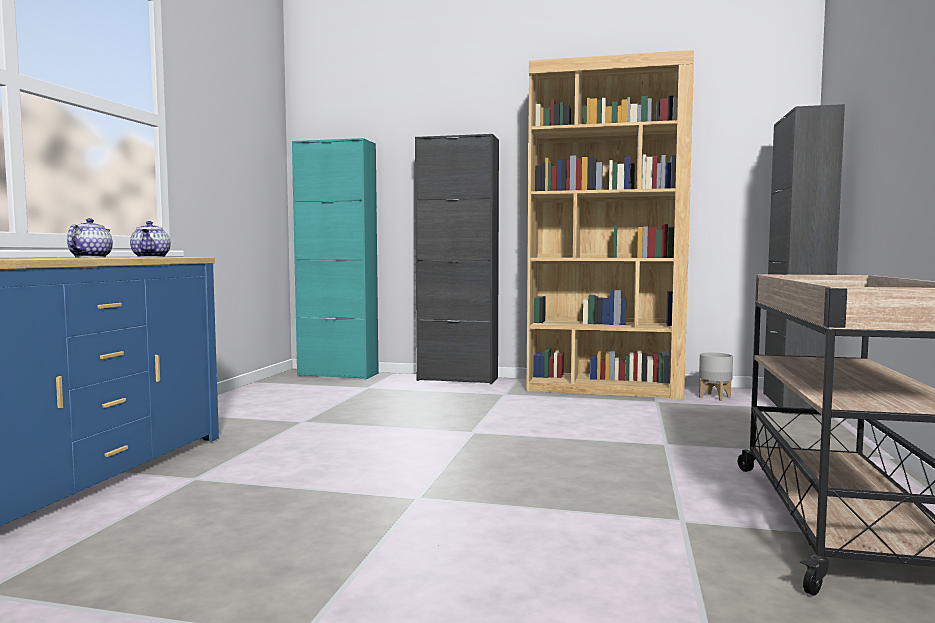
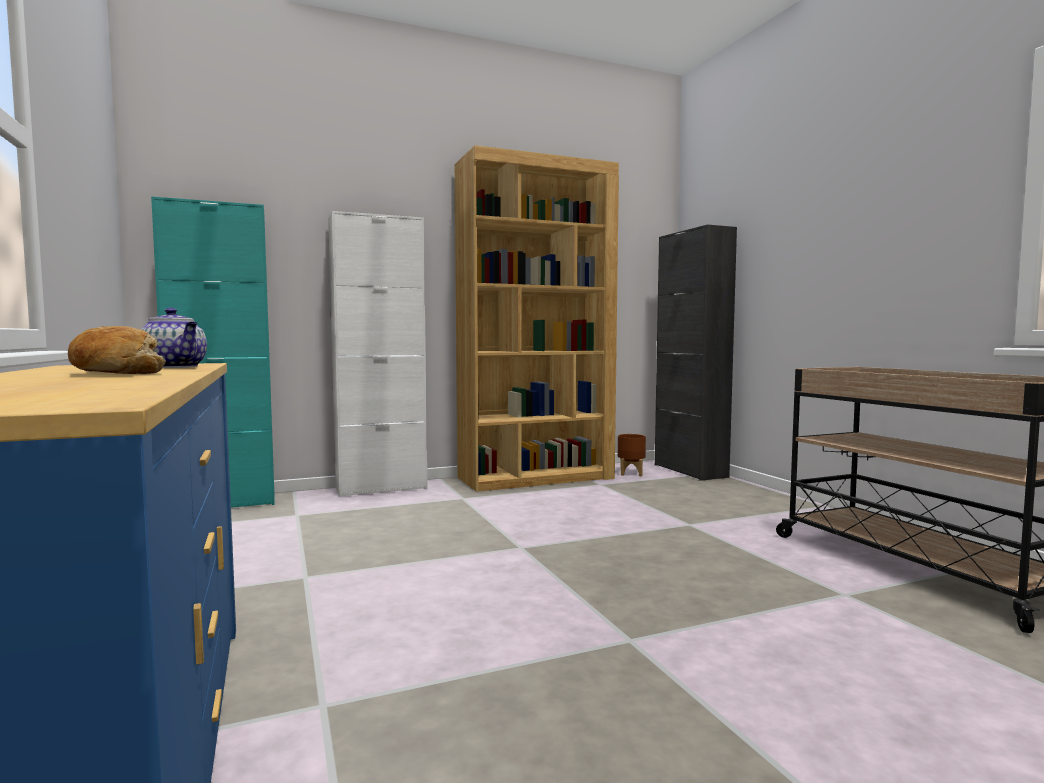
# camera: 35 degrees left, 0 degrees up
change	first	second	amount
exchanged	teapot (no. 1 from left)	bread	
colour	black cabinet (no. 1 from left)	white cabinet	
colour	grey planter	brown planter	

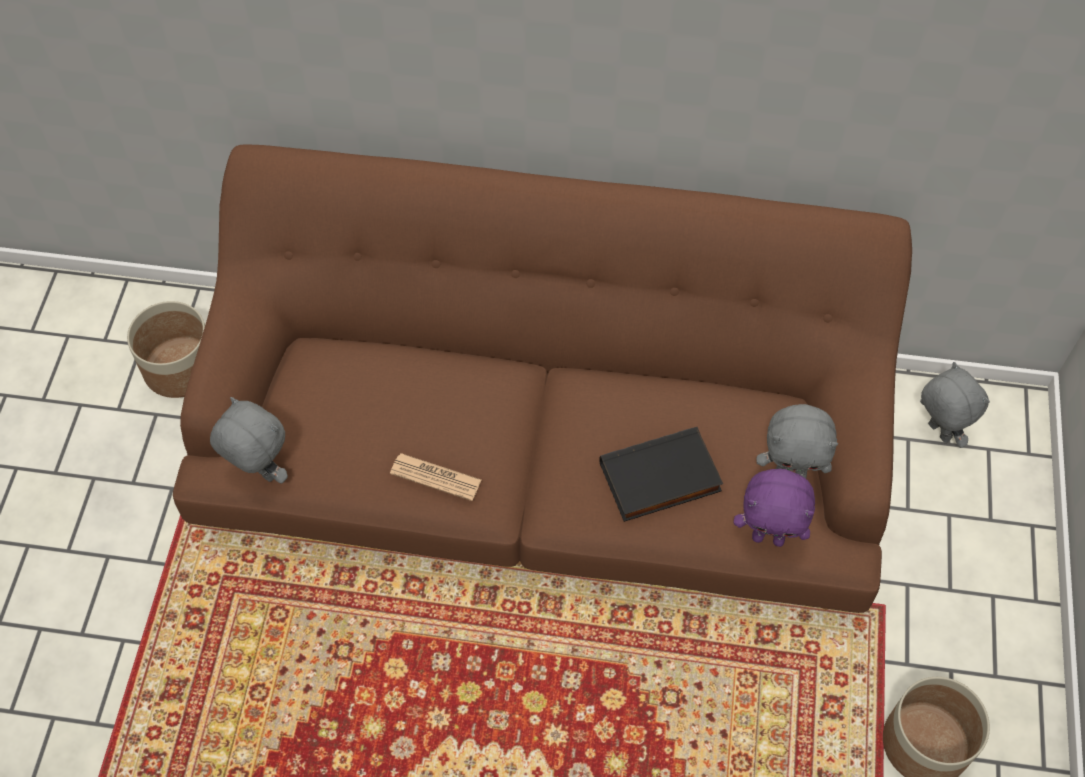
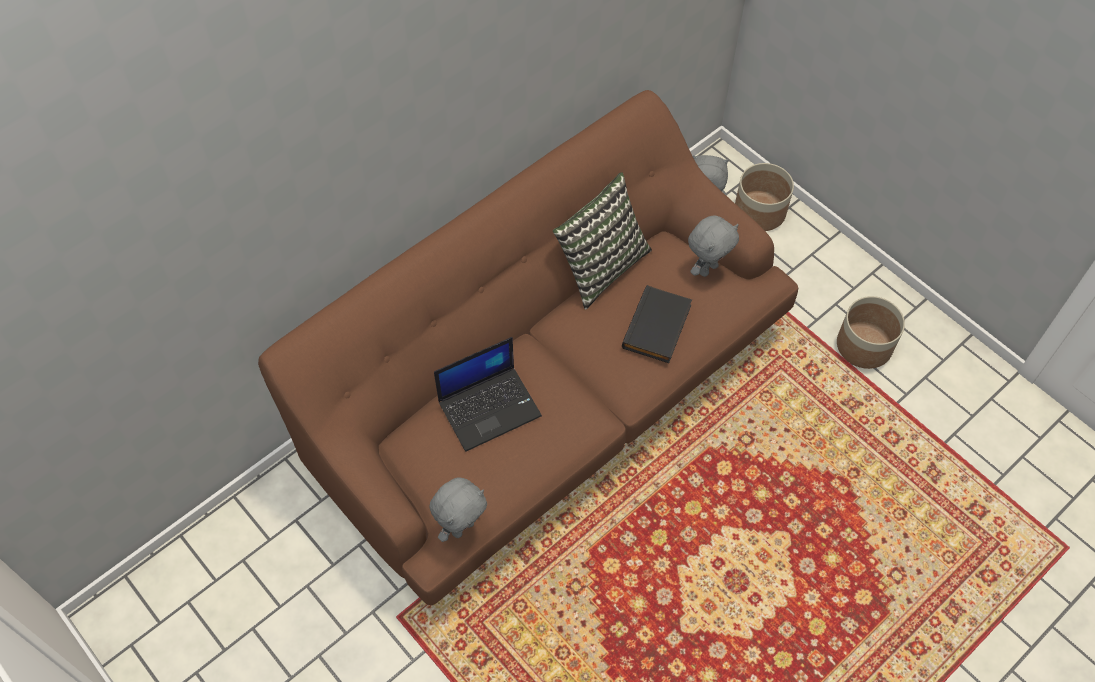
# camera: 50 degrees left, 0 degrees up
change	first	second	amount
missing	newspaper		
missing	purple plush toy		
appeared		laptop	
appeared		pillow	
relocated	planter (no. 1 from left)		
spun	grey plush toy (no. 1 from left)		150 degrees clockwise

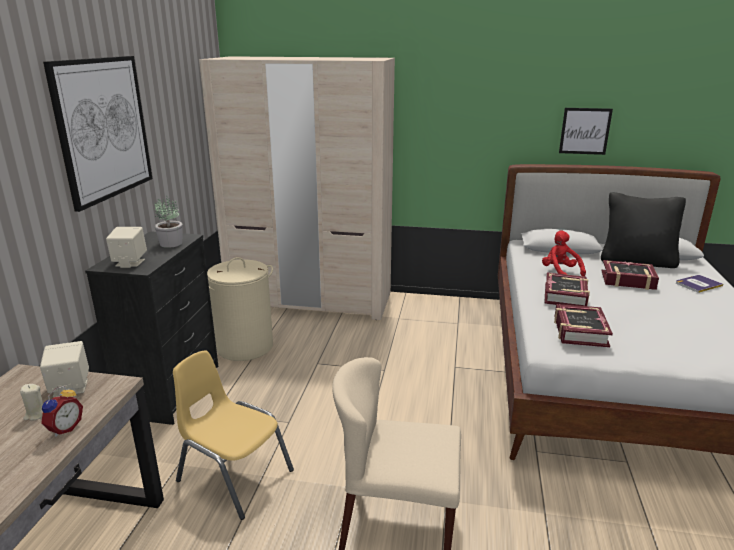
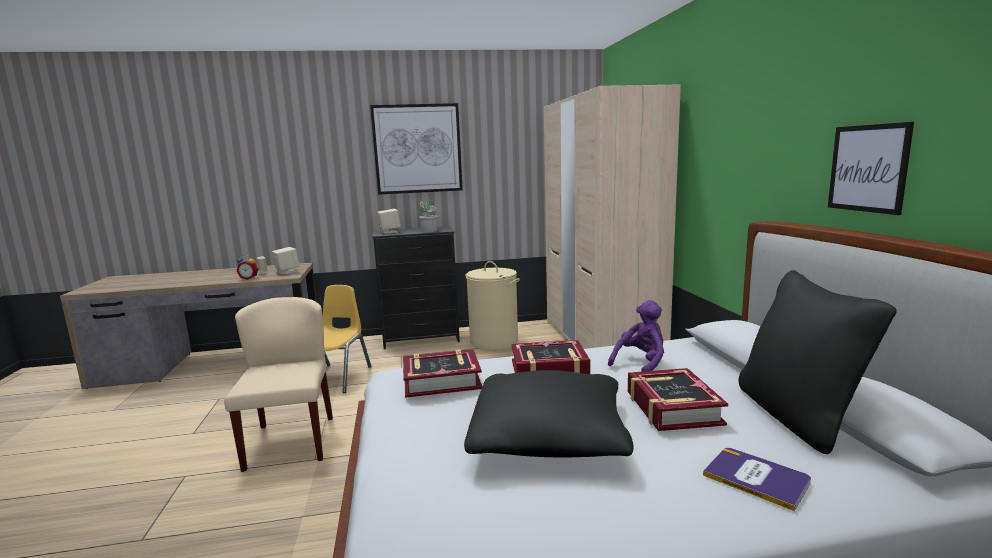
# camera: 70 degrees right, 10 degrees down
change	first	second	amount
appeared		black pillow (no. 1 from left)	
colour	red plush toy	purple plush toy	

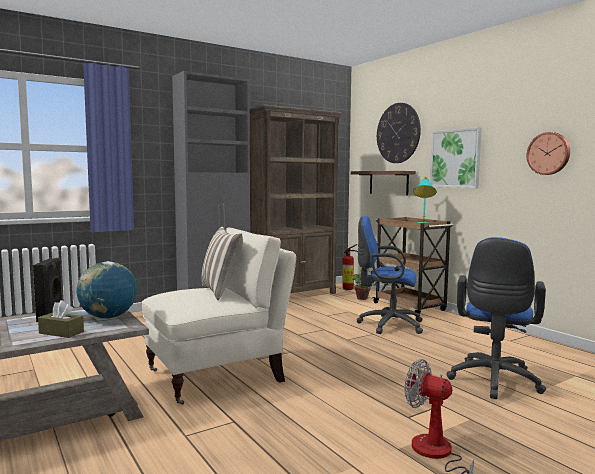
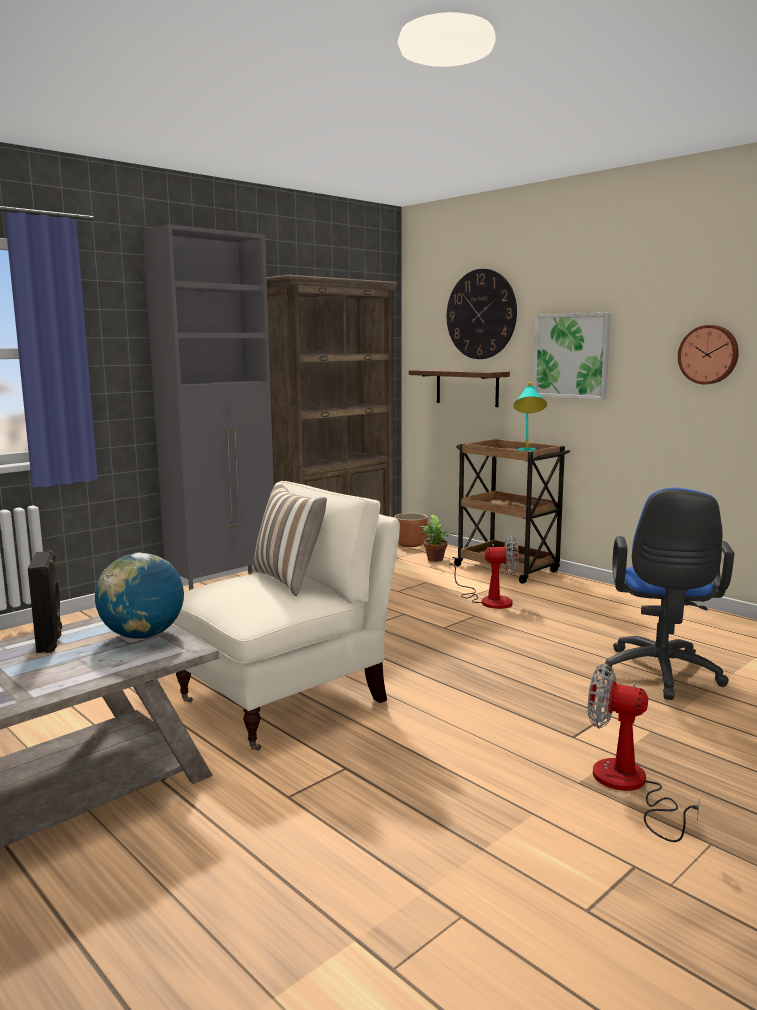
# camera: 10 degrees left, 5 degrees up
change	first	second	amount
missing	brown tissue box		
exchanged	fire extinguisher	brown planter	
exchanged	blue office chair (no. 1 from left)	fan (no. 1 from left)	

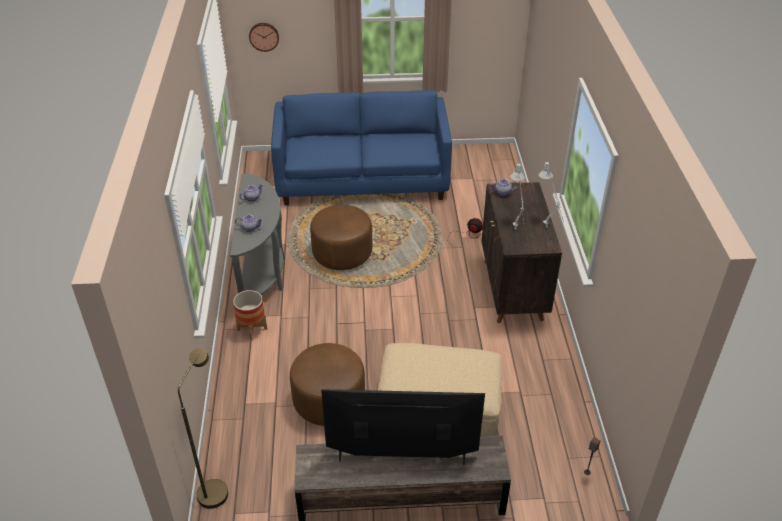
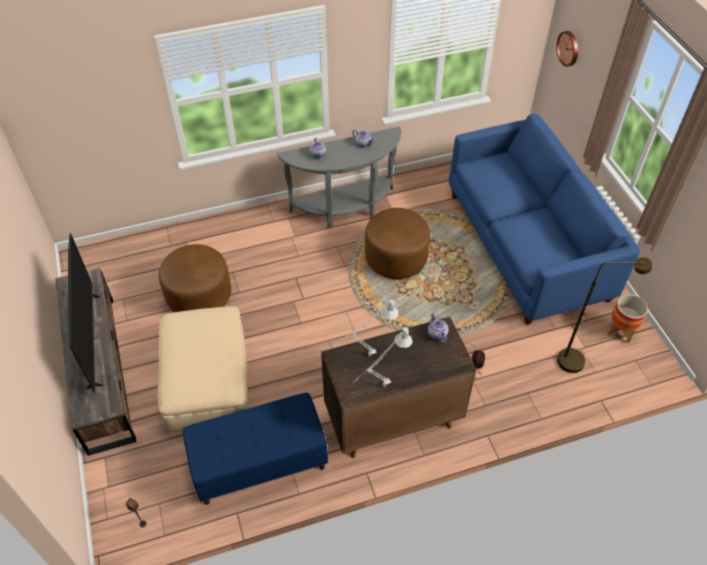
# camera: 75 degrees right, 10 degrees up
change	first	second	amount
appeared		blue bench	
relocated	brown floor lamp		
relocated	planter		

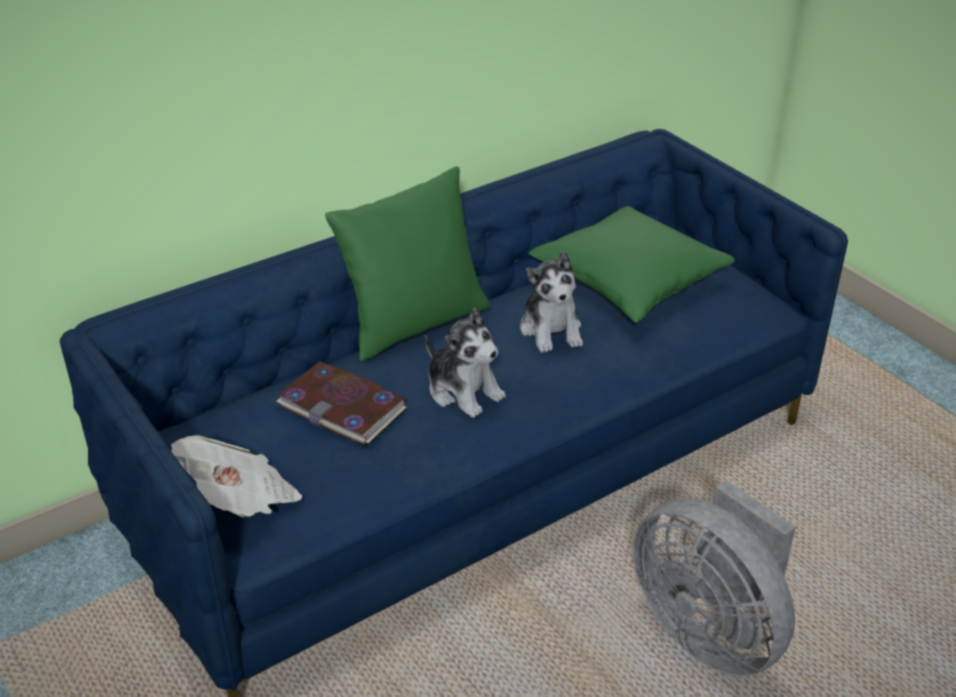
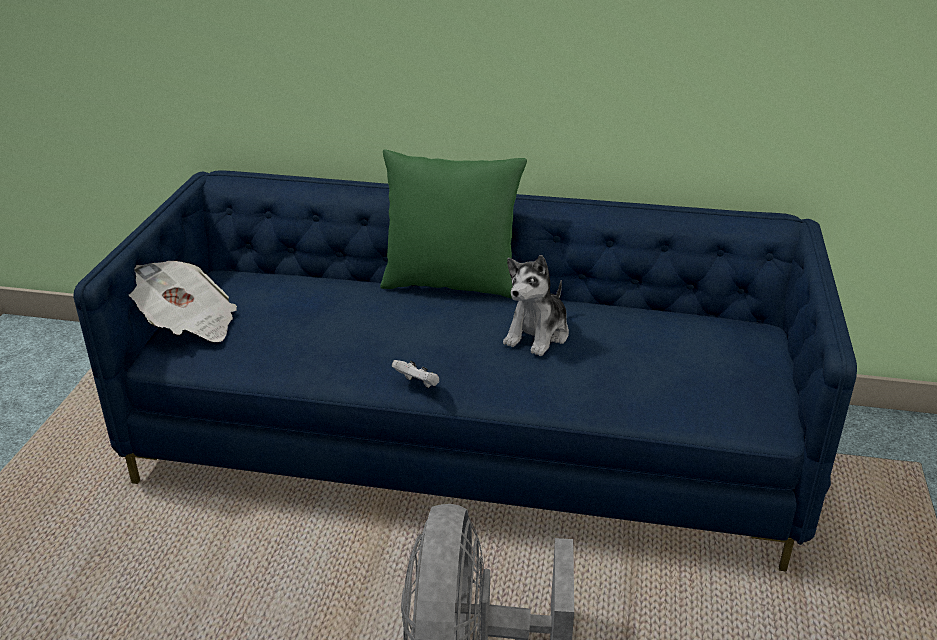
# camera: 45 degrees right, 5 degrees down
change	first	second	amount
missing	book		
missing	plush toy (no. 1 from left)		
missing	green pillow (no. 2 from left)		
appeared		white game controller	

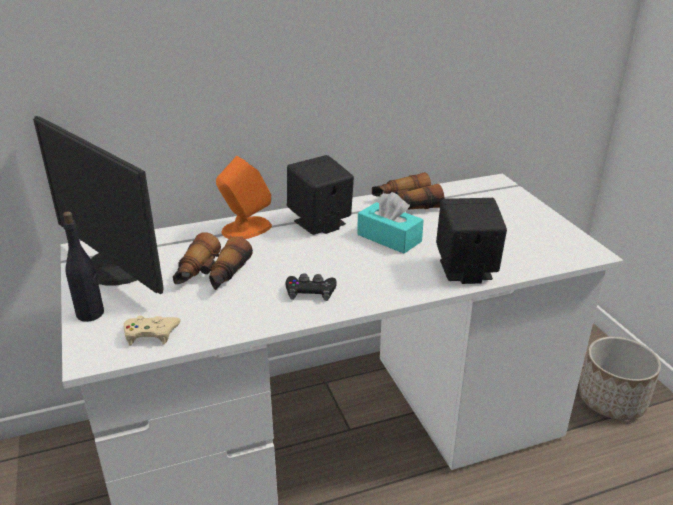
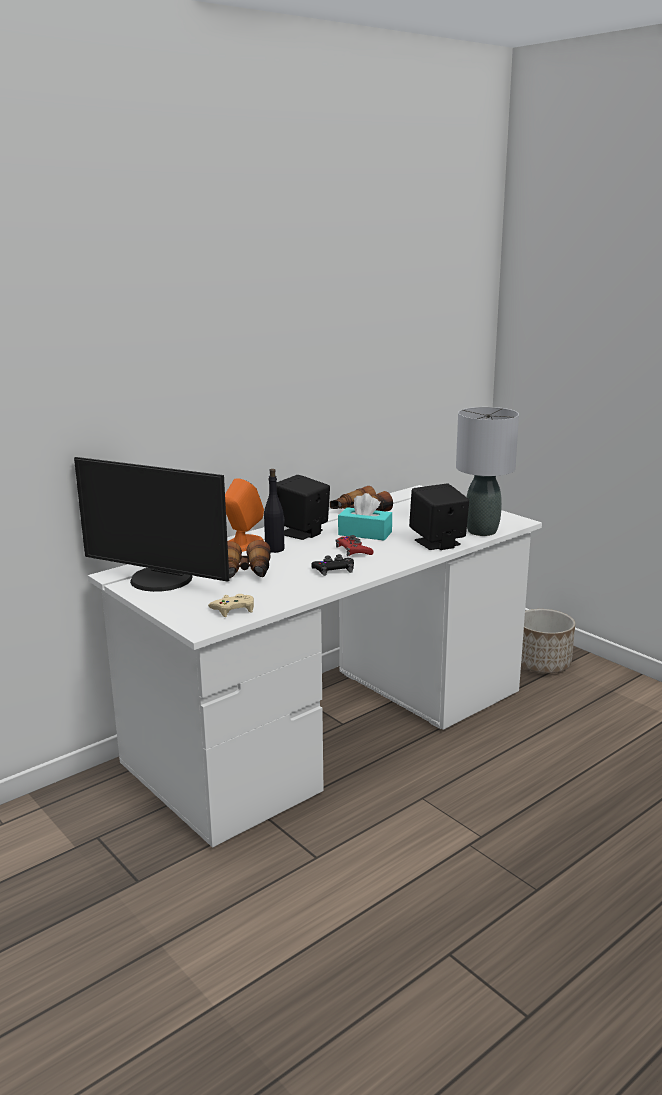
# camera: 20 degrees left, 10 degrees down
change	first	second	amount
appeared		red game controller	
appeared		grey table lamp	
relocated	black bottle		

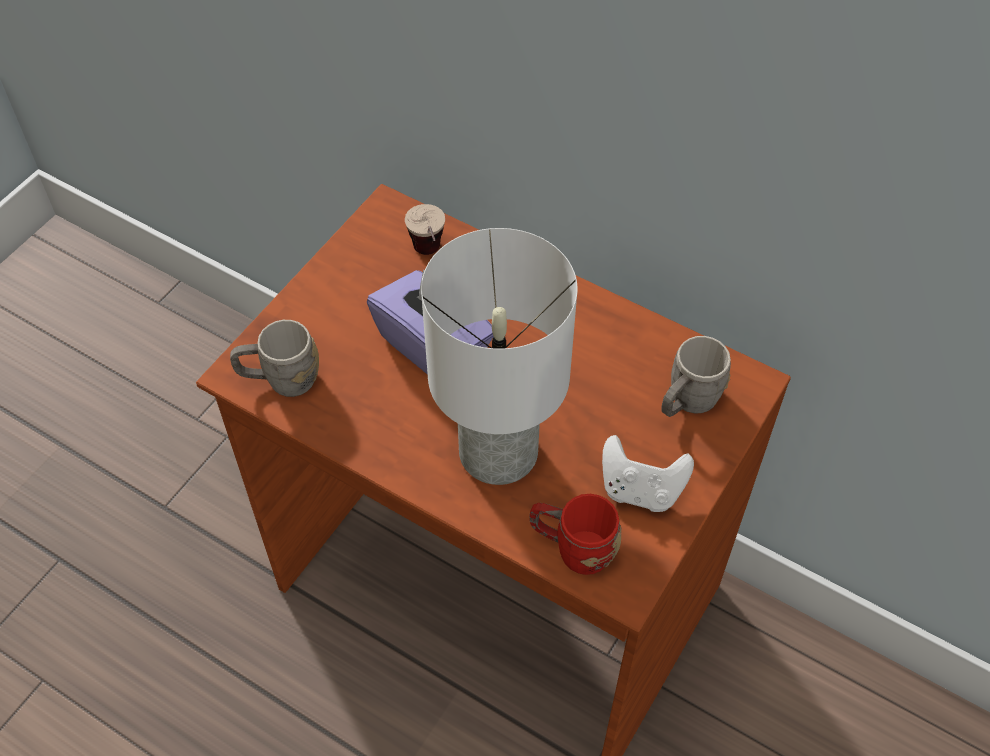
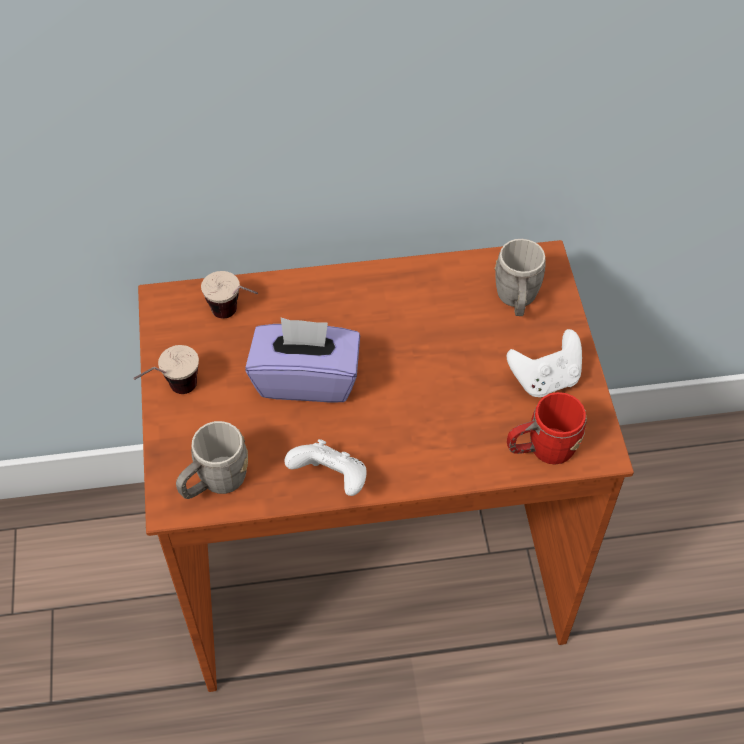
# camera: 40 degrees left, 0 degrees up
change	first	second	amount
missing	white table lamp		
appeared		cup (no. 1 from left)	
appeared		white game controller (no. 1 from left)	

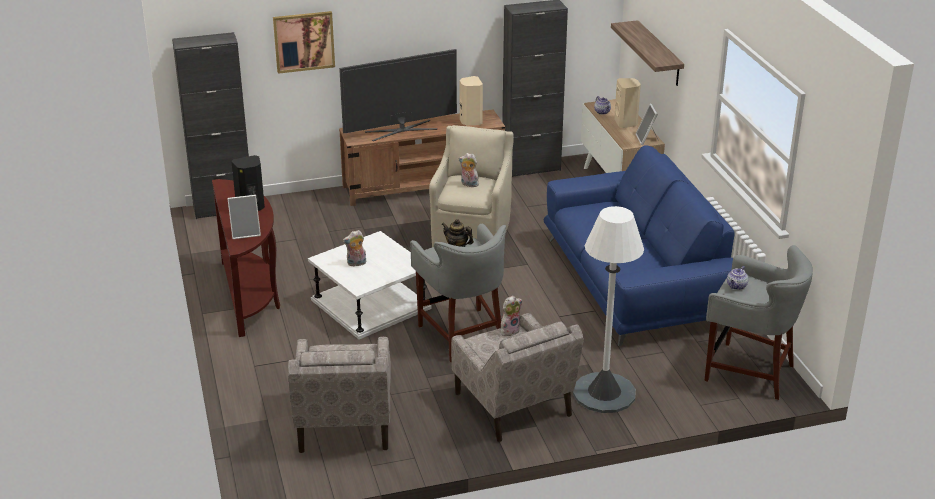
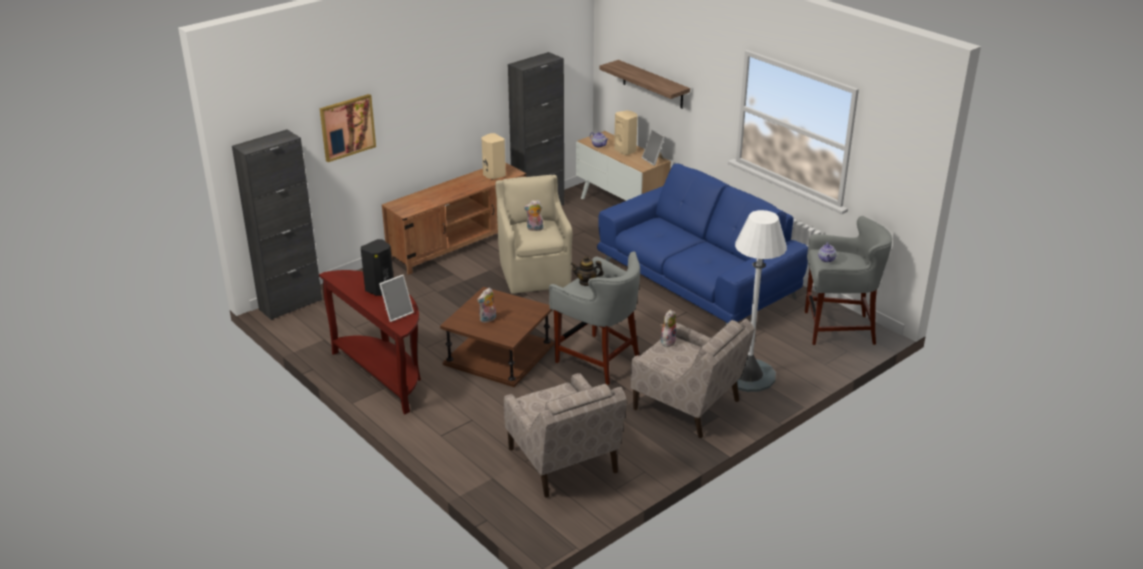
# camera: 25 degrees left, 0 degrees up
change	first	second	amount
missing	television		
colour	white side table	brown side table	

